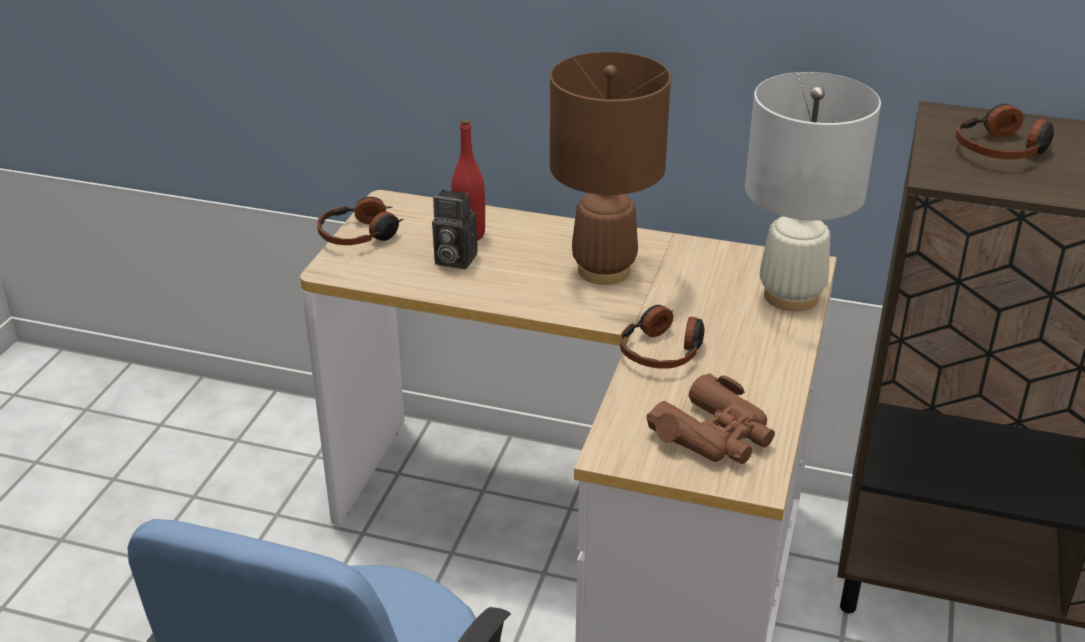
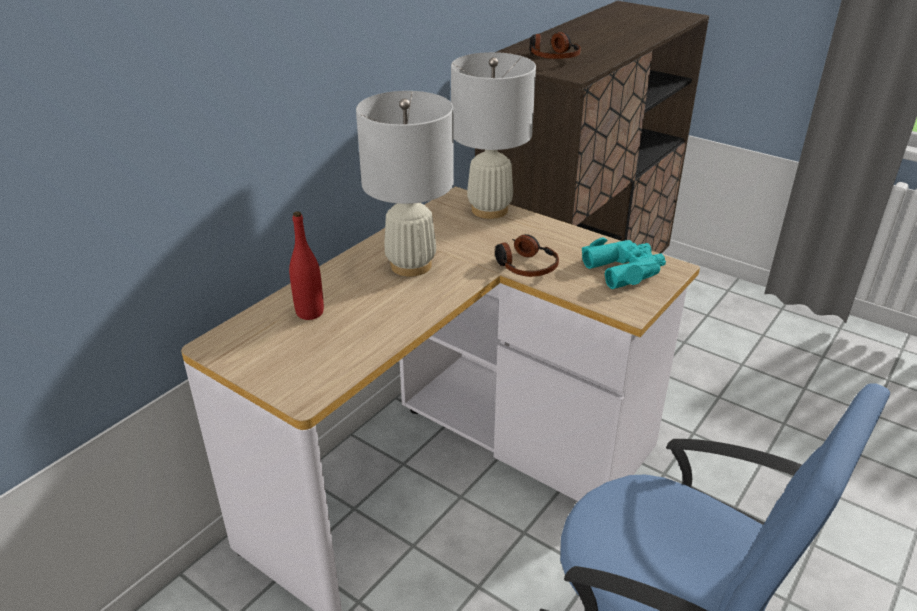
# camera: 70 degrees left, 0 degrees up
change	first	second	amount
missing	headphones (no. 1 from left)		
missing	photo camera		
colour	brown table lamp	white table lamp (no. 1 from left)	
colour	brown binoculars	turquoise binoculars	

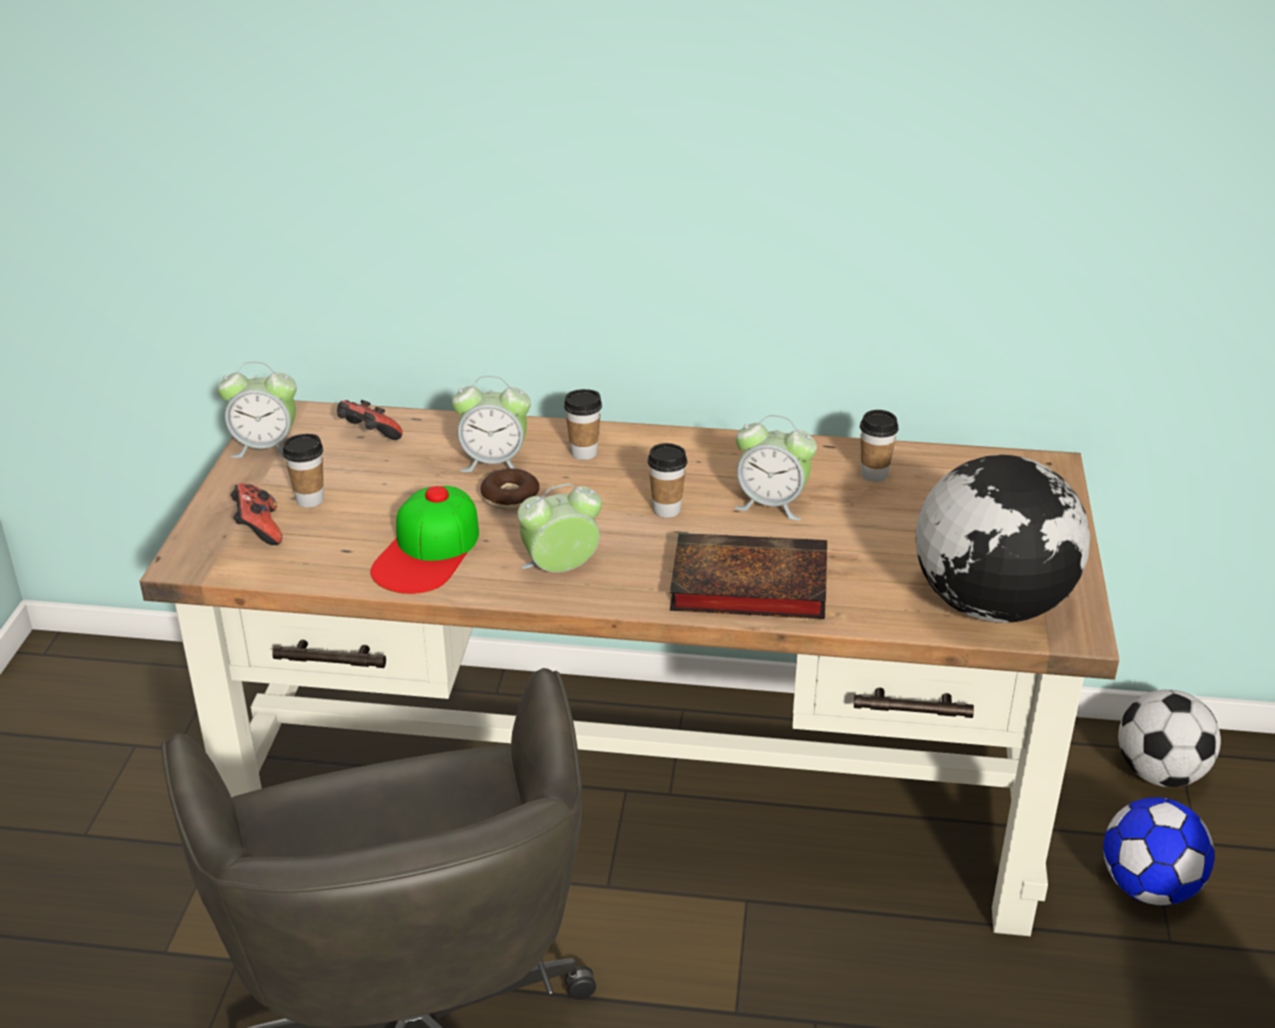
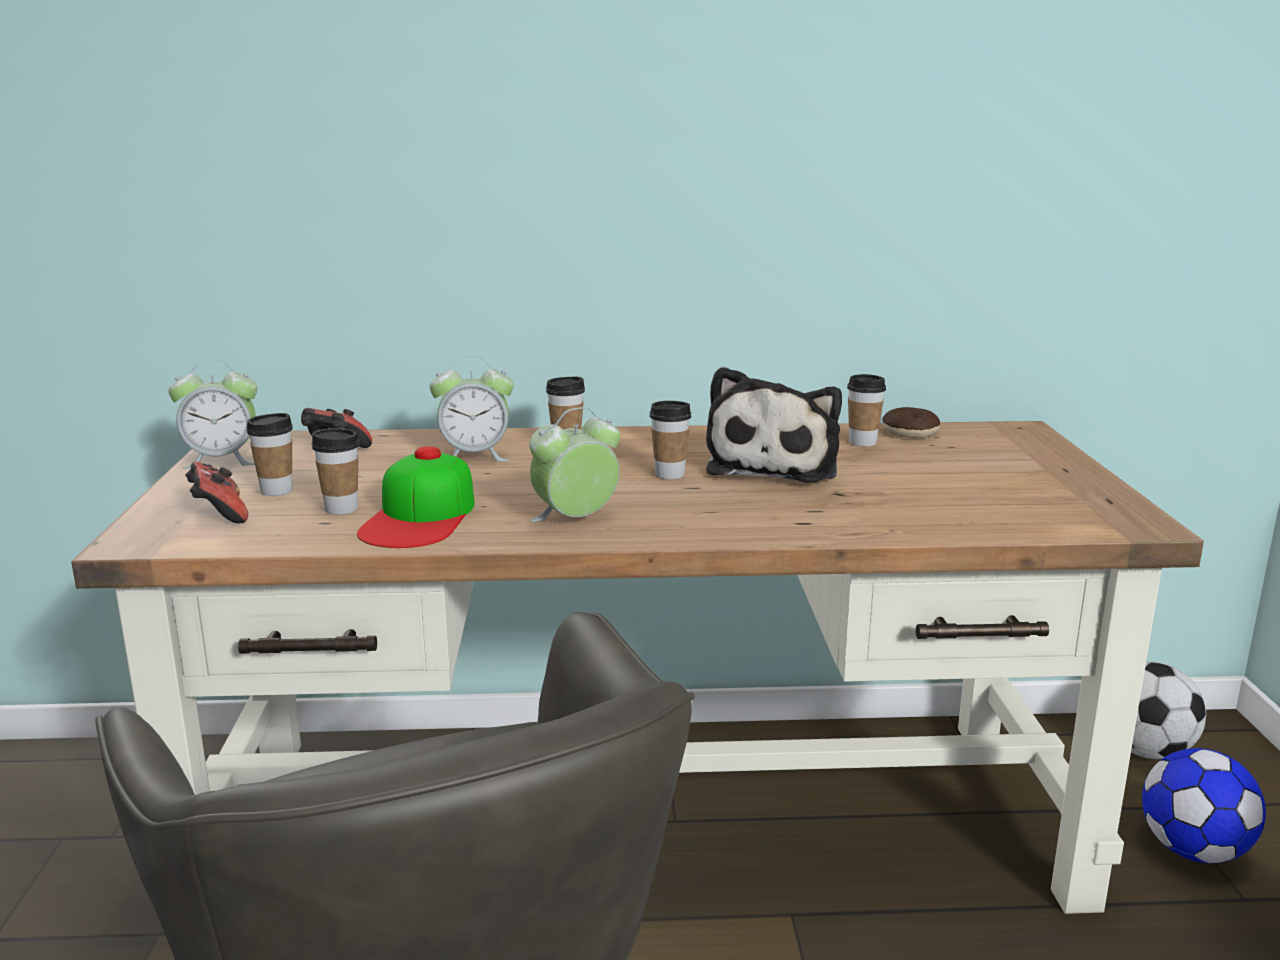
# camera: 10 degrees left, 15 degrees down
change	first	second	amount
missing	book		
missing	globe		
appeared		cup (no. 2 from left)	
relocated	donut		
exchanged	alarm clock (no. 4 from left)	plush toy	

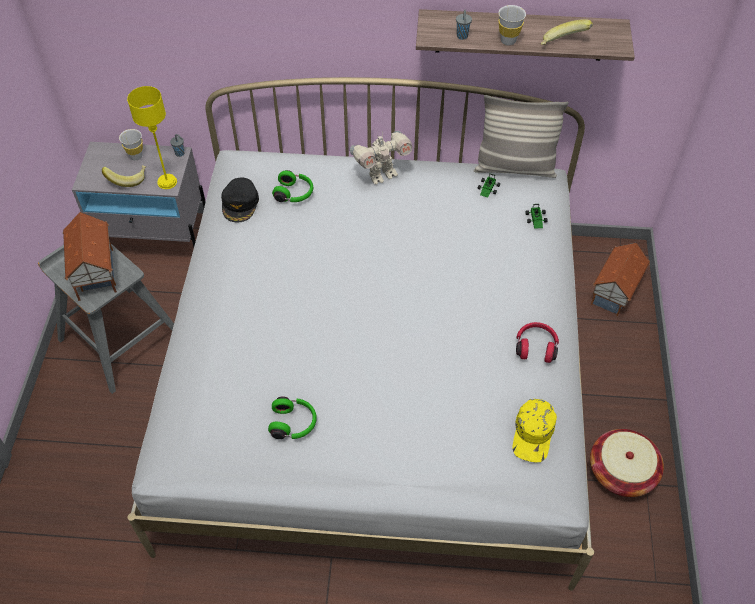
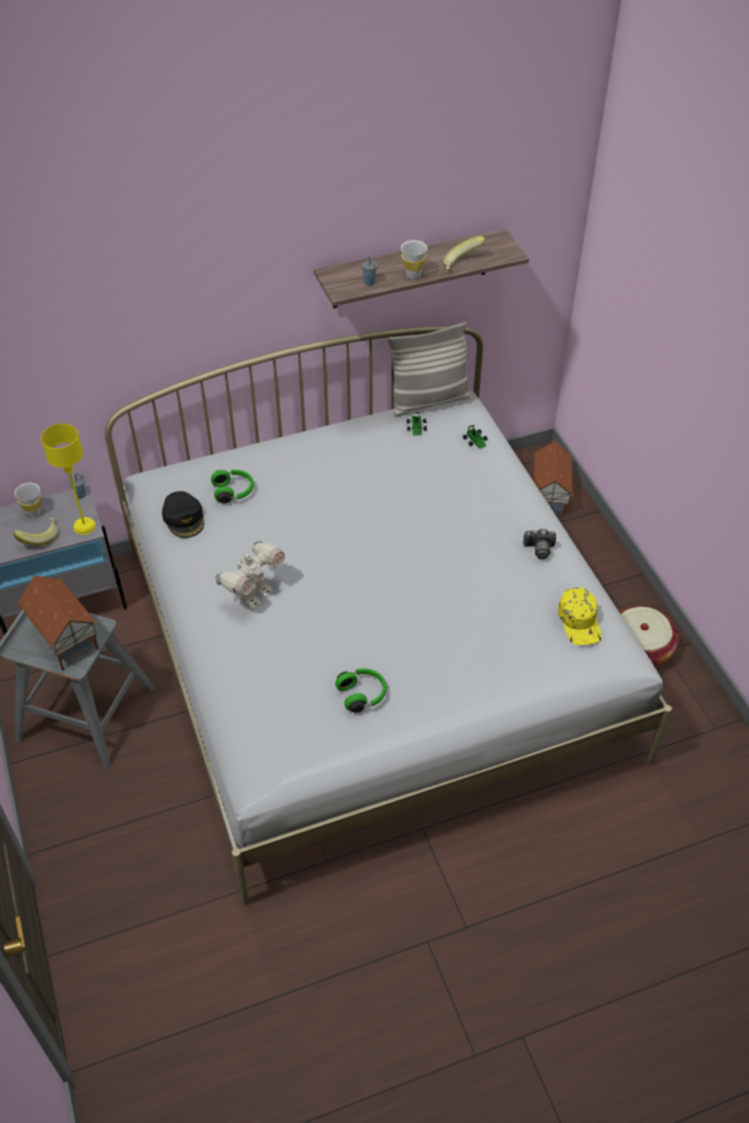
# camera: 25 degrees left, 5 degrees down
change	first	second	amount
relocated	toy robot		
exchanged	red headphones	photo camera	

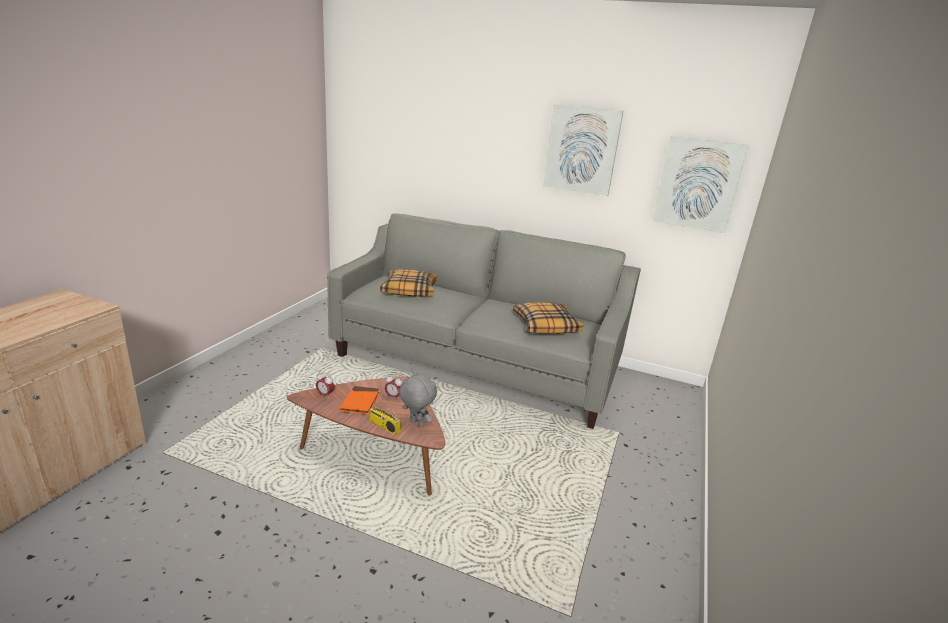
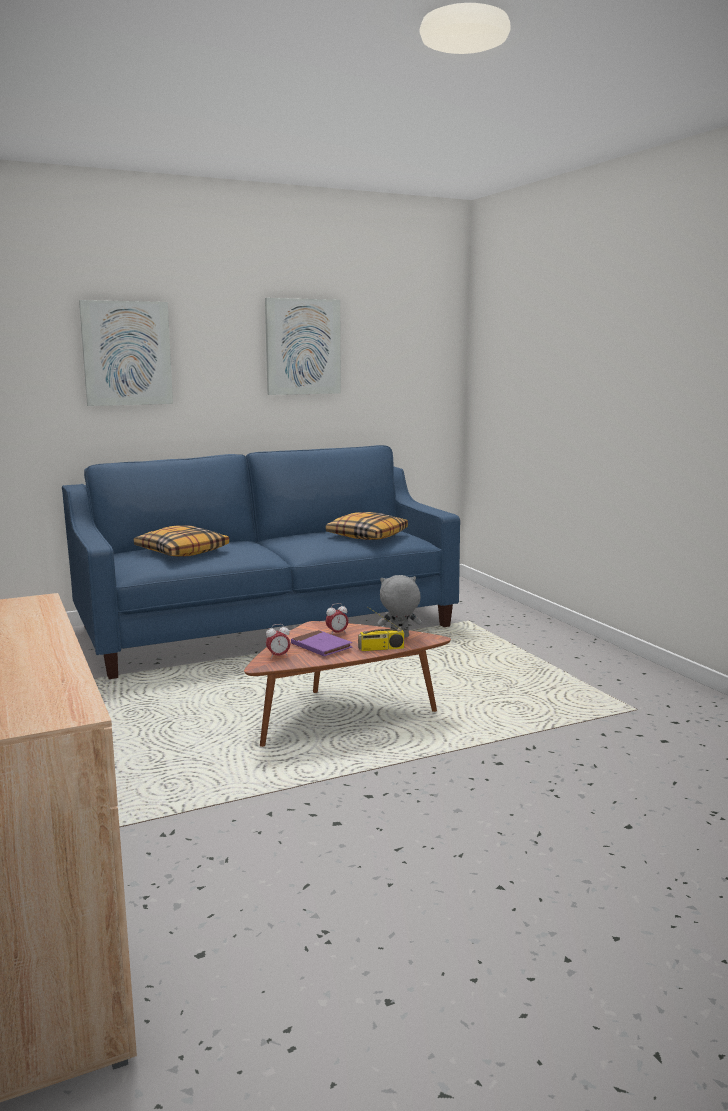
# camera: 45 degrees left, 10 degrees down
change	first	second	amount
relocated	picture (no. 2 from left in the first image)	picture (no. 1 from left)	
colour	grey sofa	blue sofa	
colour	orange book	purple book	

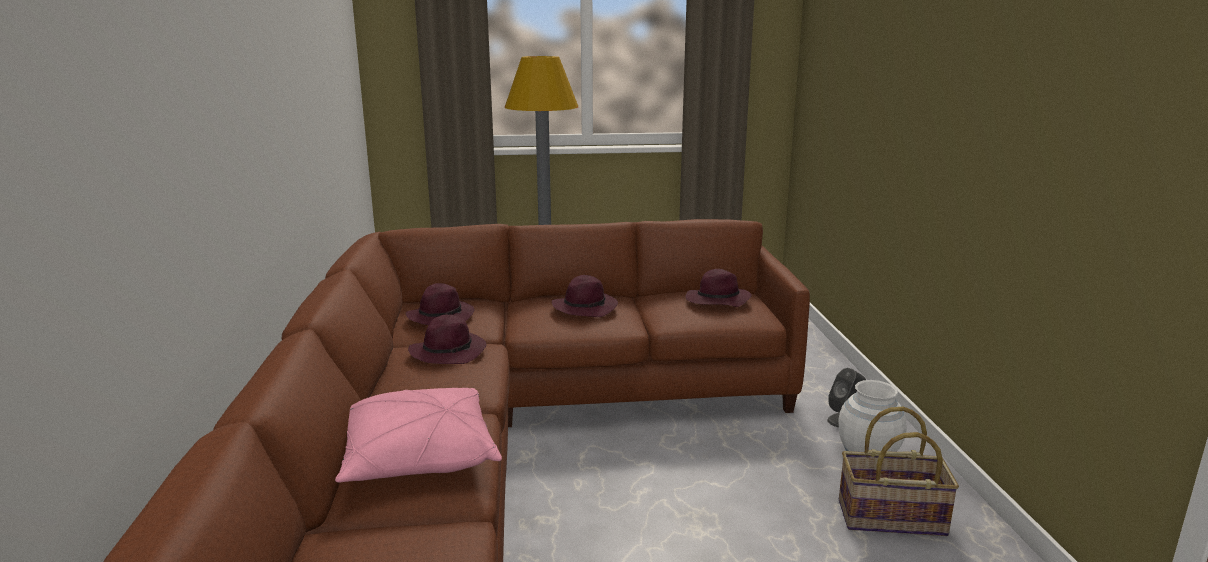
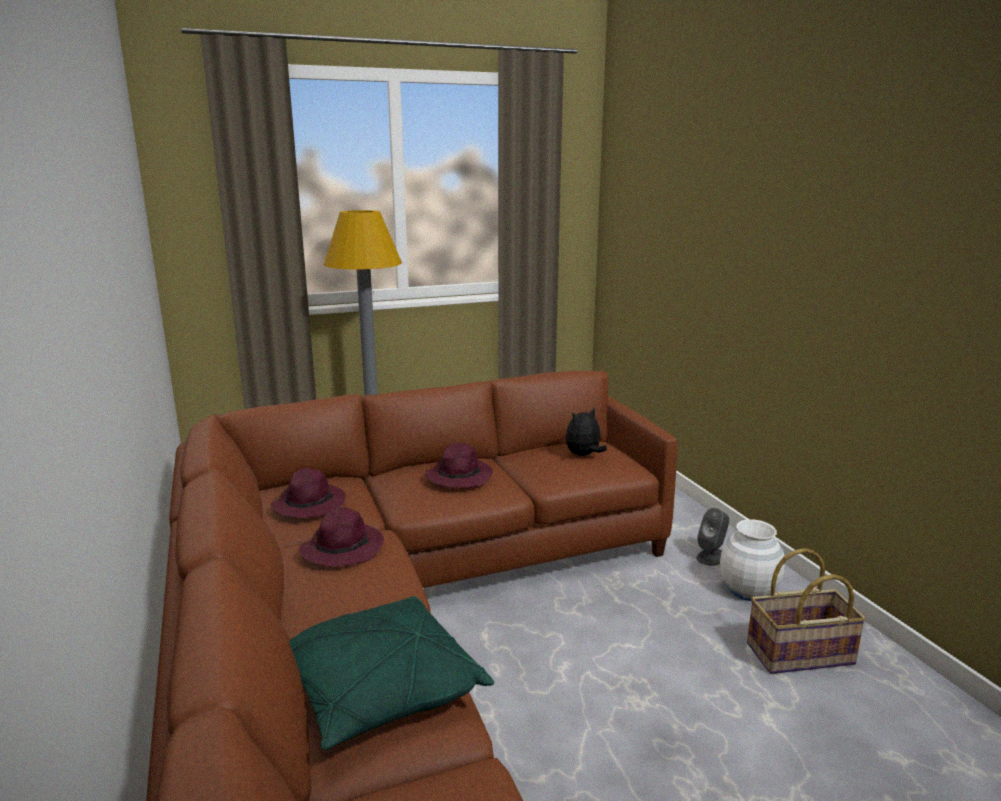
# camera: 15 degrees left, 0 degrees up
change	first	second	amount
exchanged	purple hat (no. 4 from left)	plush toy	
colour	pink pillow	green pillow	

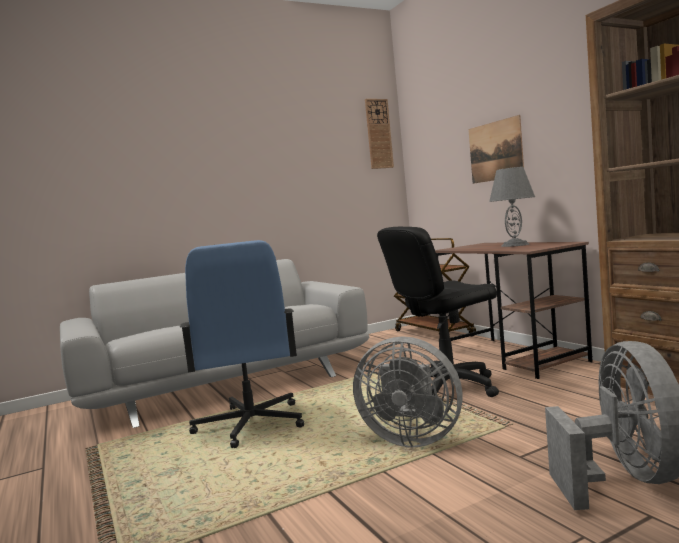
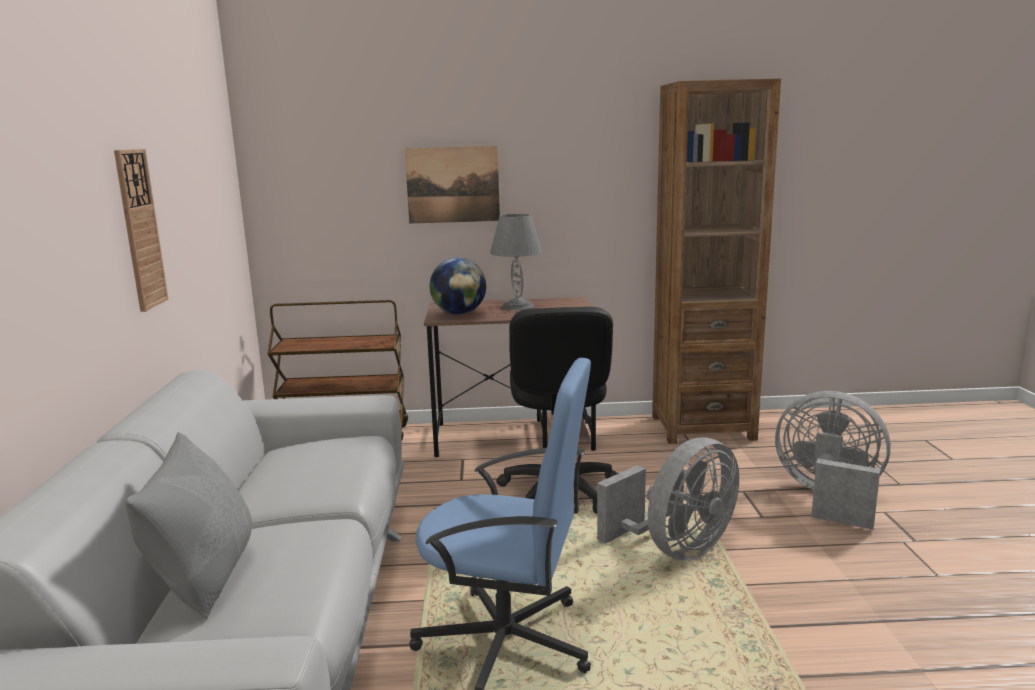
# camera: 65 degrees left, 10 degrees up
change	first	second	amount
appeared		grey pillow	
appeared		globe	
relocated	wall clock		

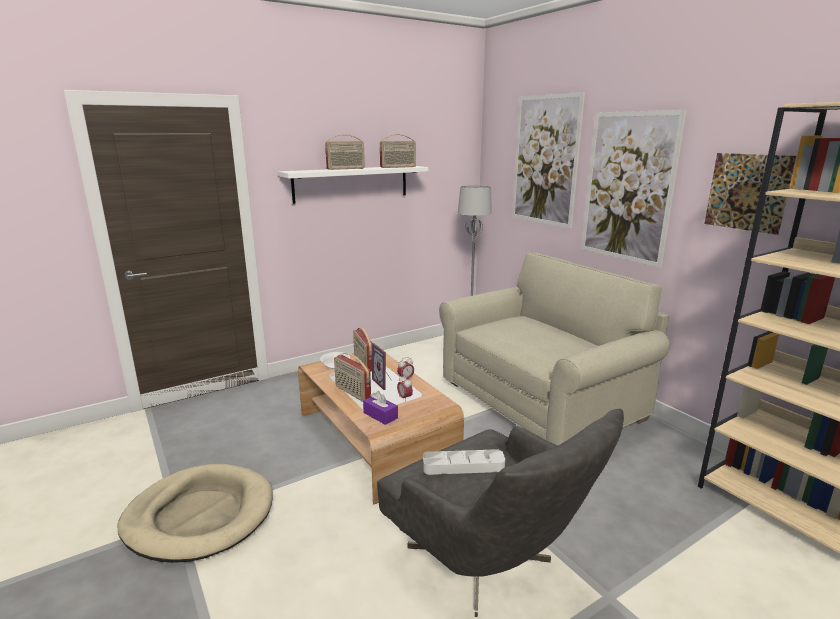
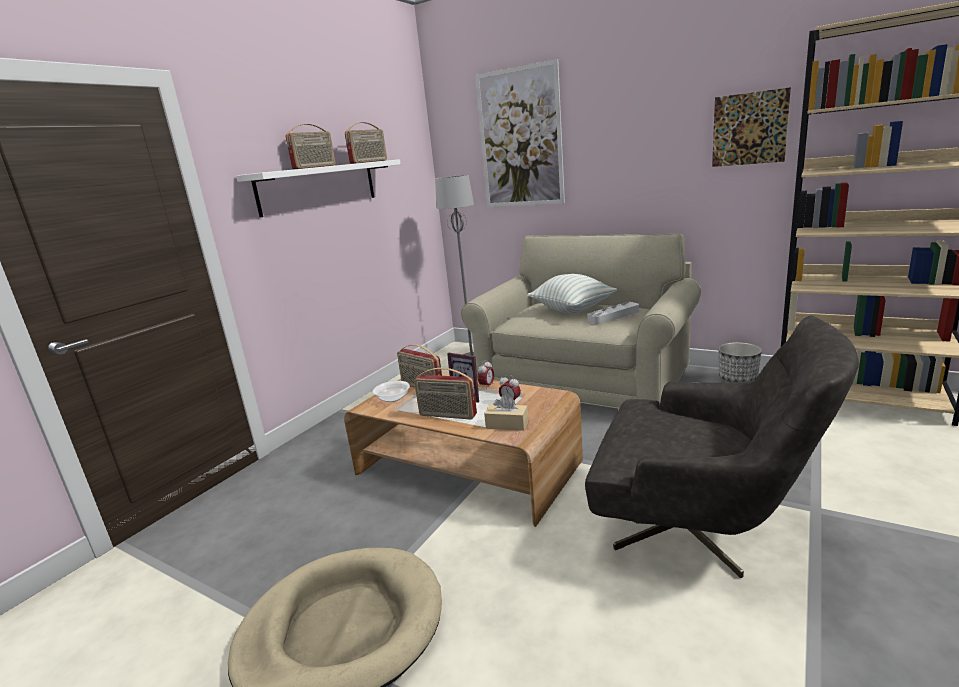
# camera: 25 degrees left, 0 degrees up
change	first	second	amount
missing	picture (no. 2 from left)		
appeared		pillow	
appeared		planter	
relocated	grey tray		
colour	purple tissue box	beige tissue box	

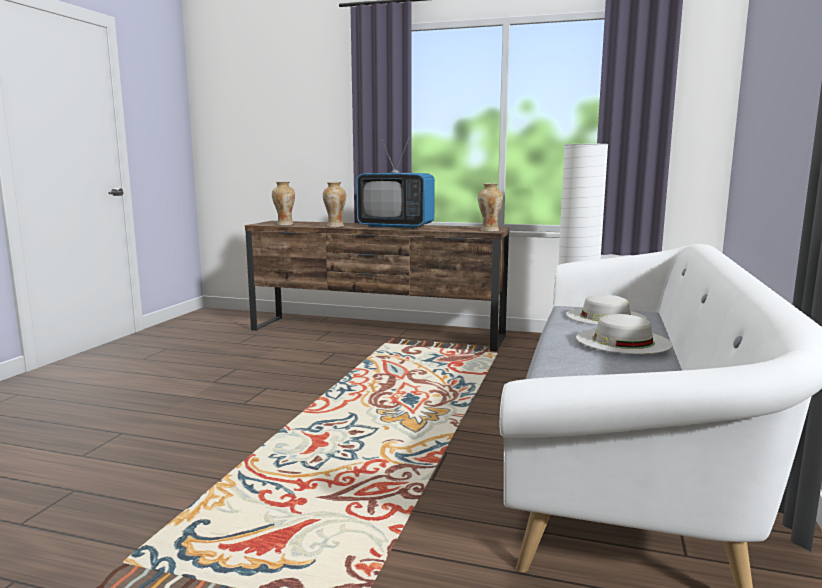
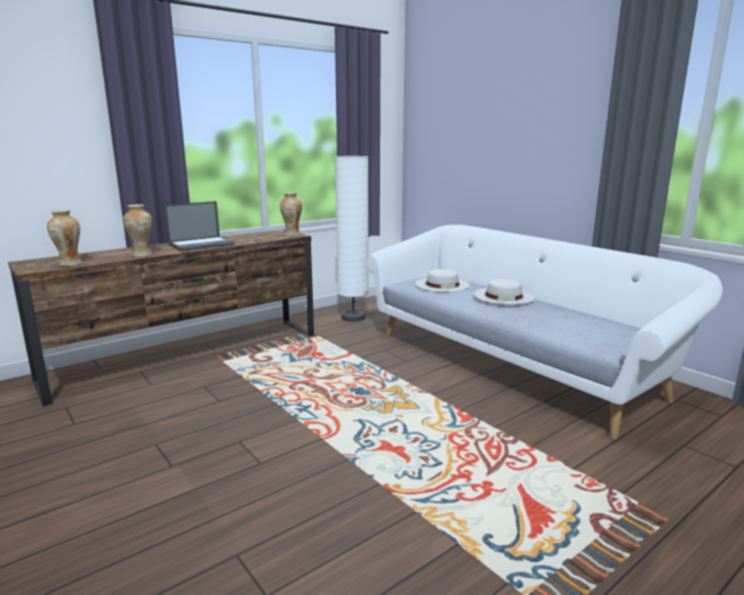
# camera: 55 degrees left, 5 degrees up
change	first	second	amount
exchanged	television	laptop	

